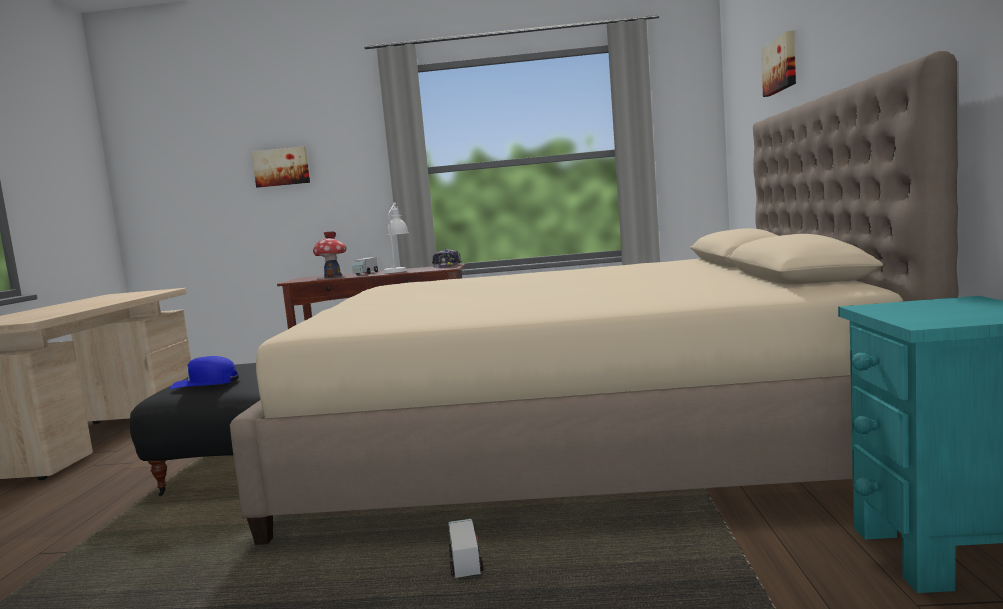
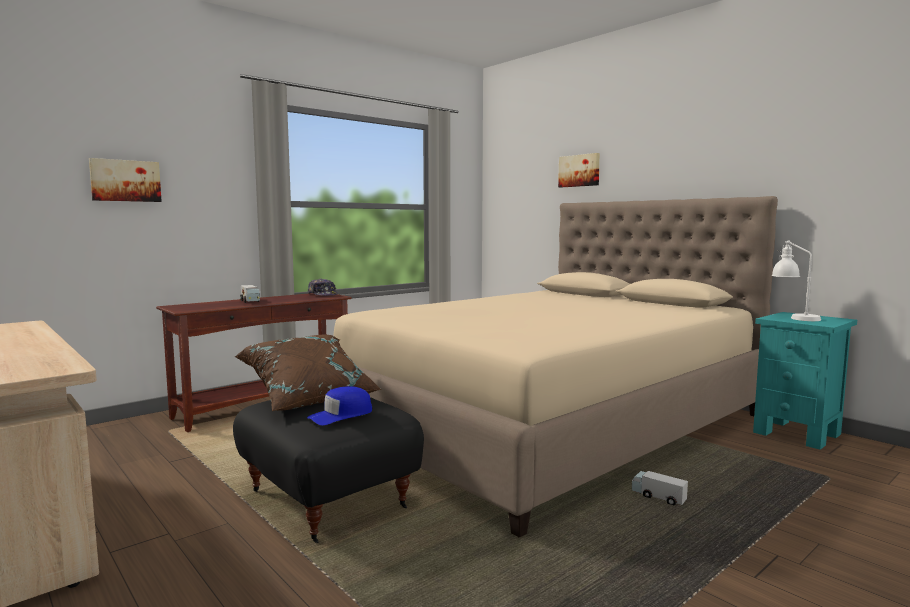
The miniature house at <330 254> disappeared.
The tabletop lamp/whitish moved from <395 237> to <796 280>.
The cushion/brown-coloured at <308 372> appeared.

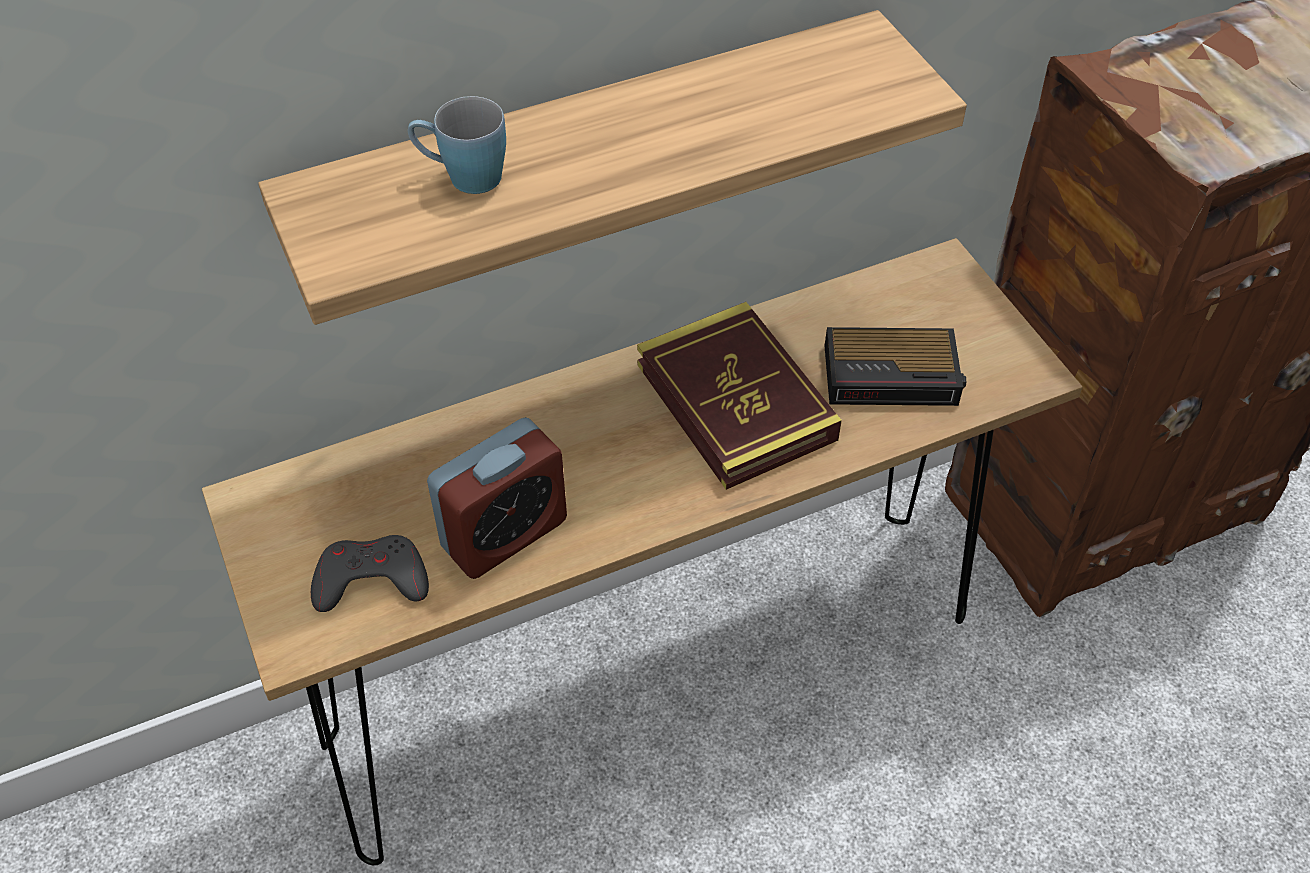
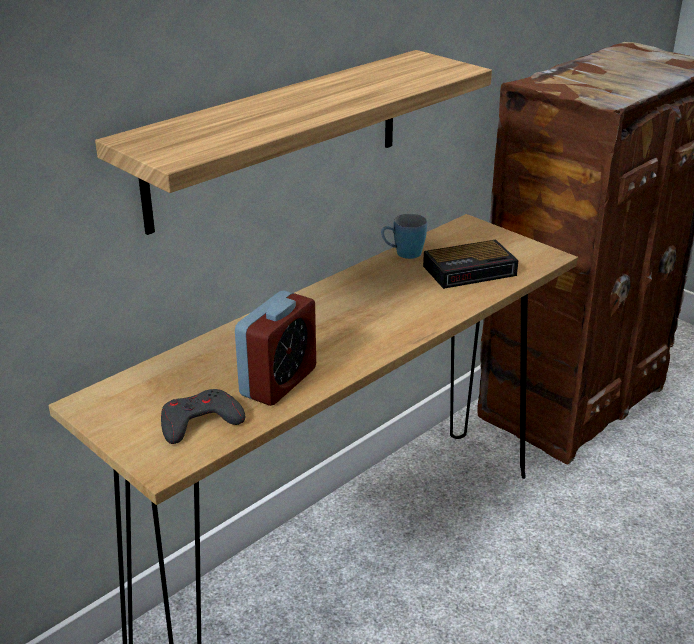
The coffee mug/blue moved from <457 145> to <404 236>.
The book at <739 396> disappeared.

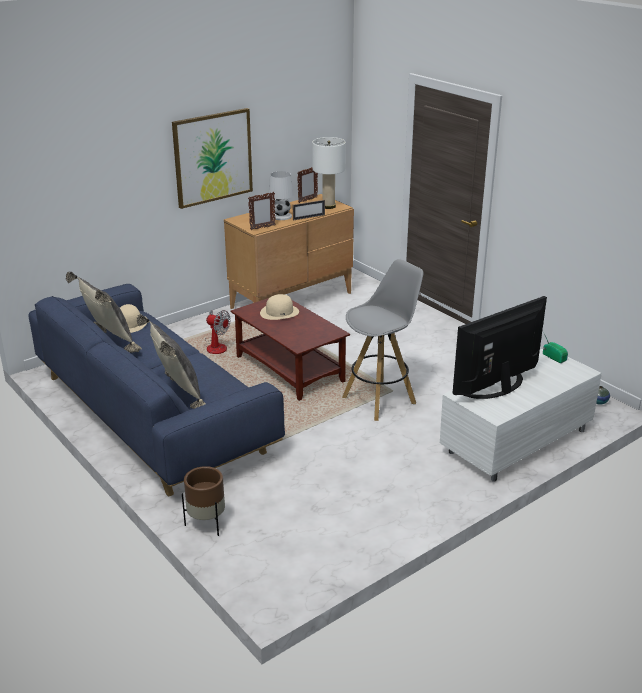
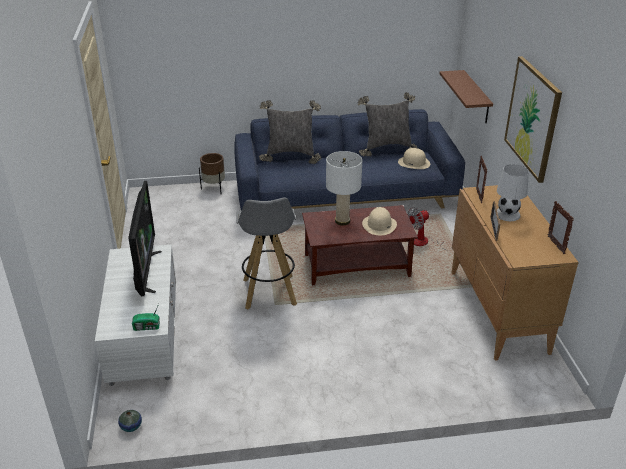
The tabletop lamp/whitish moved from <329 173> to <344 188>.
The bracket shelf/brown-coloured at <466 96> appeared.

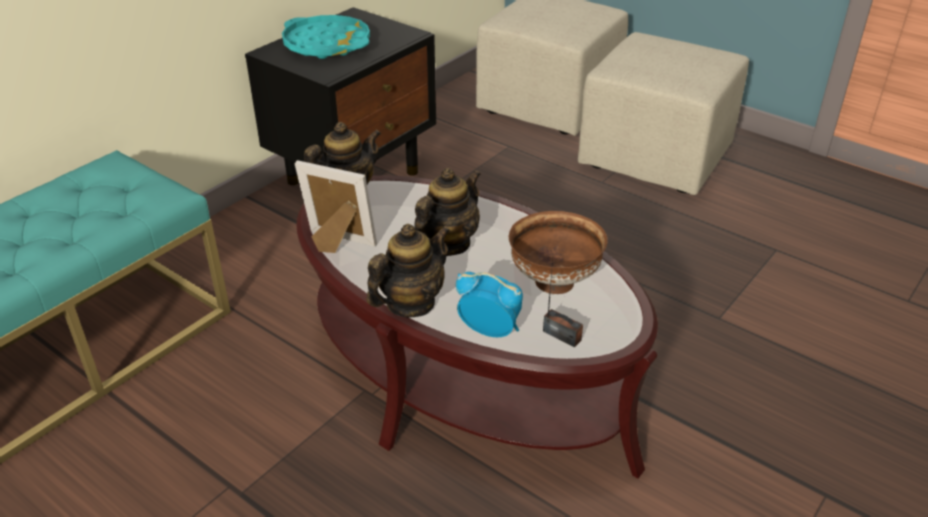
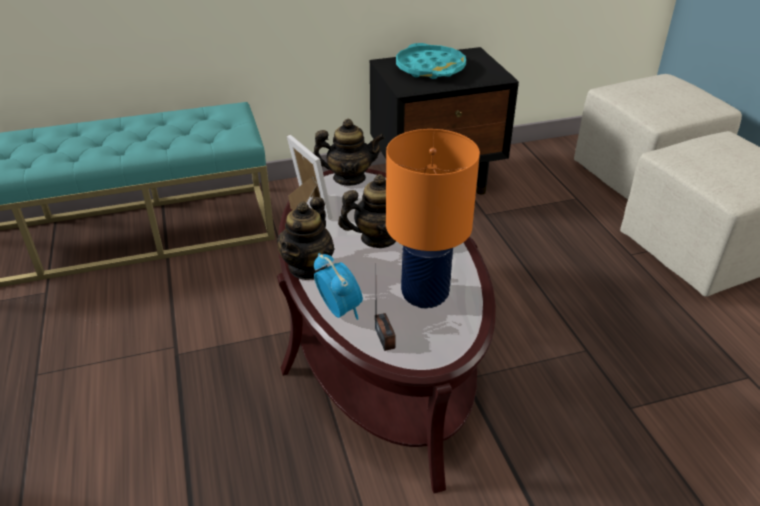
The tea pot at <408 271> turned 120 degrees clockwise.
The serving bowl/brown-coloured at <558 252> was replaced by the tabletop lamp/orange at <433 218>.

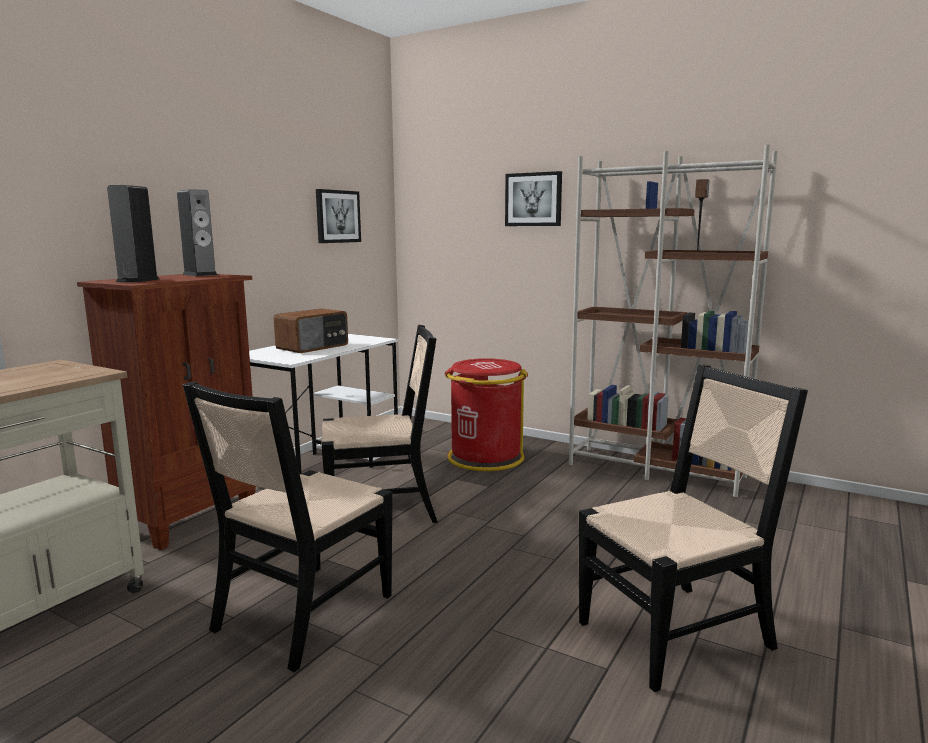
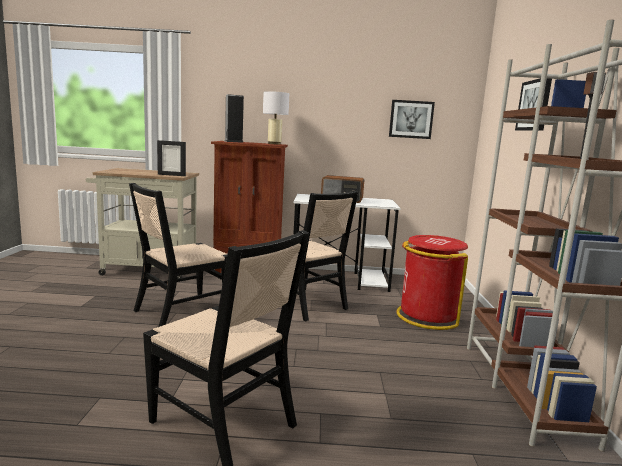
The audio speaker at <197 232> was replaced by the tabletop lamp/whitish at <276 118>.
The plain chair at <287 526> turned 45 degrees counterclockwise.
The photo frame at <171 158> appeared.

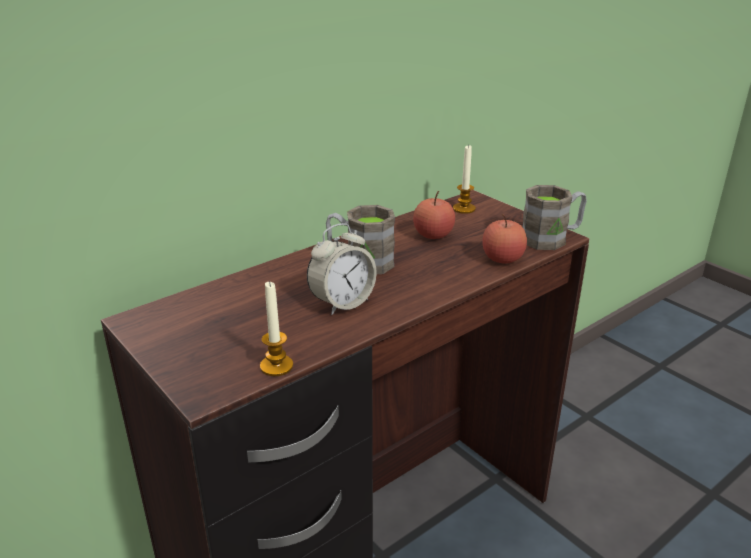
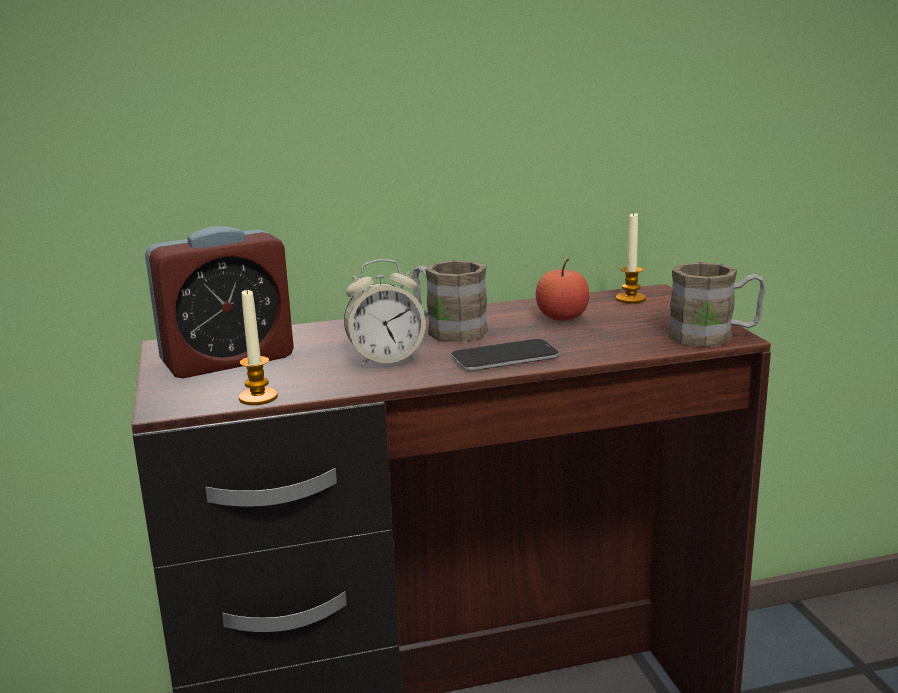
The whole apple at <504 239> disappeared.
The table clock at <219 302> appeared.
The phone at <505 355> appeared.

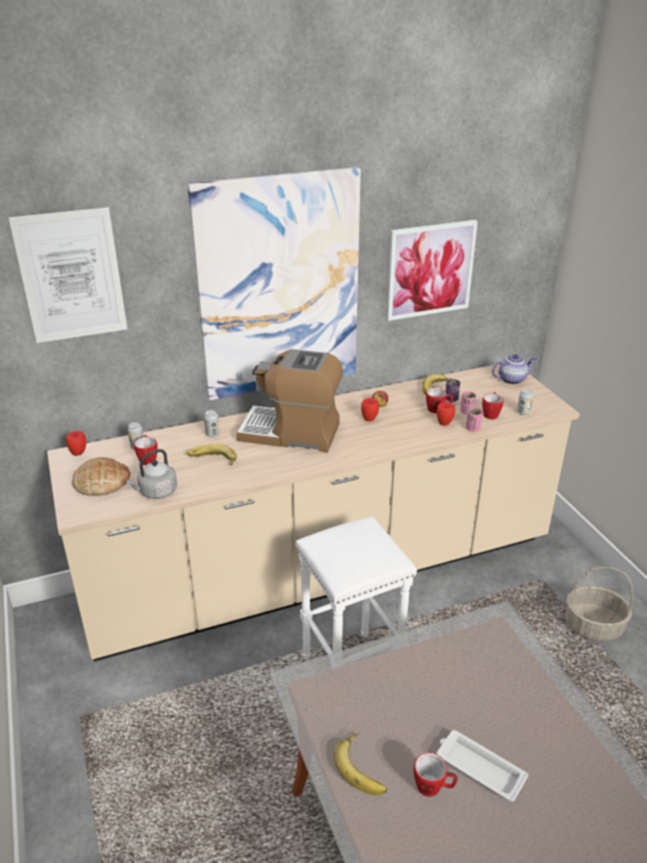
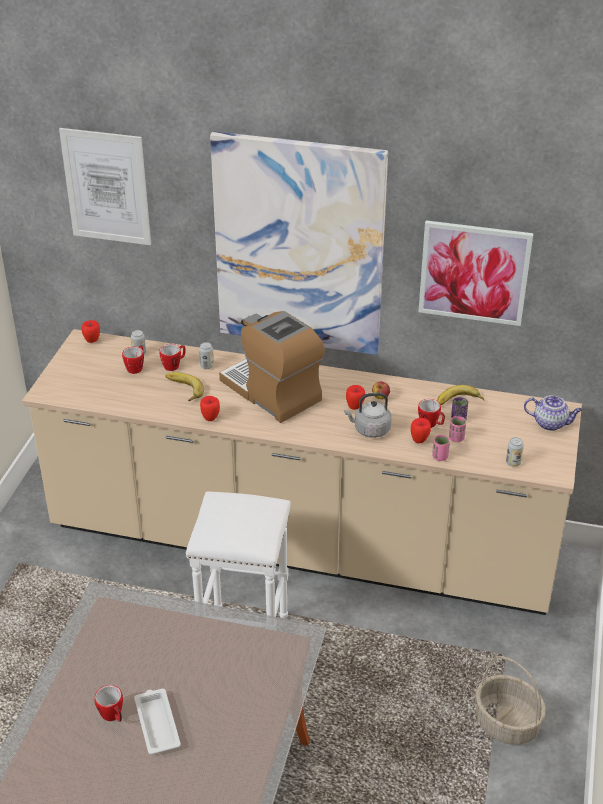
The baked bread at <101 476> disappeared.
The water kettle/gray moved from <151 474> to <368 415>.
The whole banana at <360 764> disappeared.
The coffee mug moved from <493 405> to <172 357>.
The whole apple at <210 408> appeared.

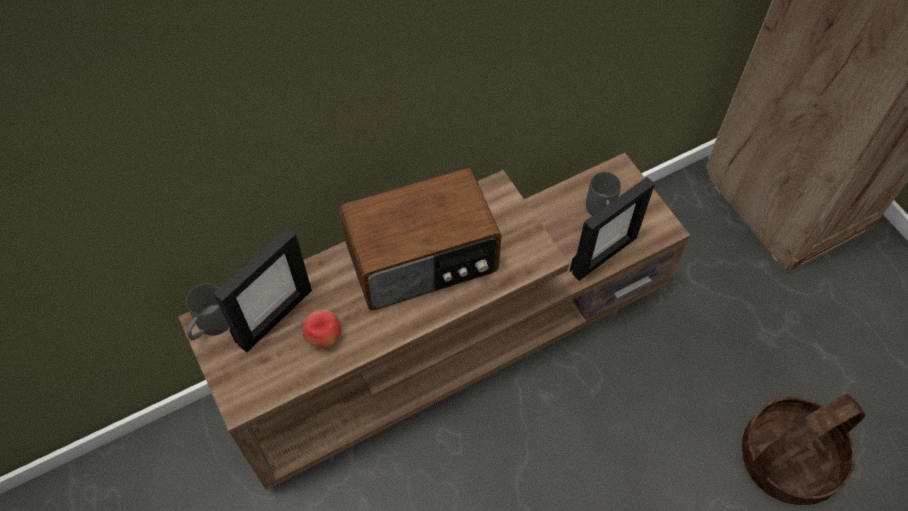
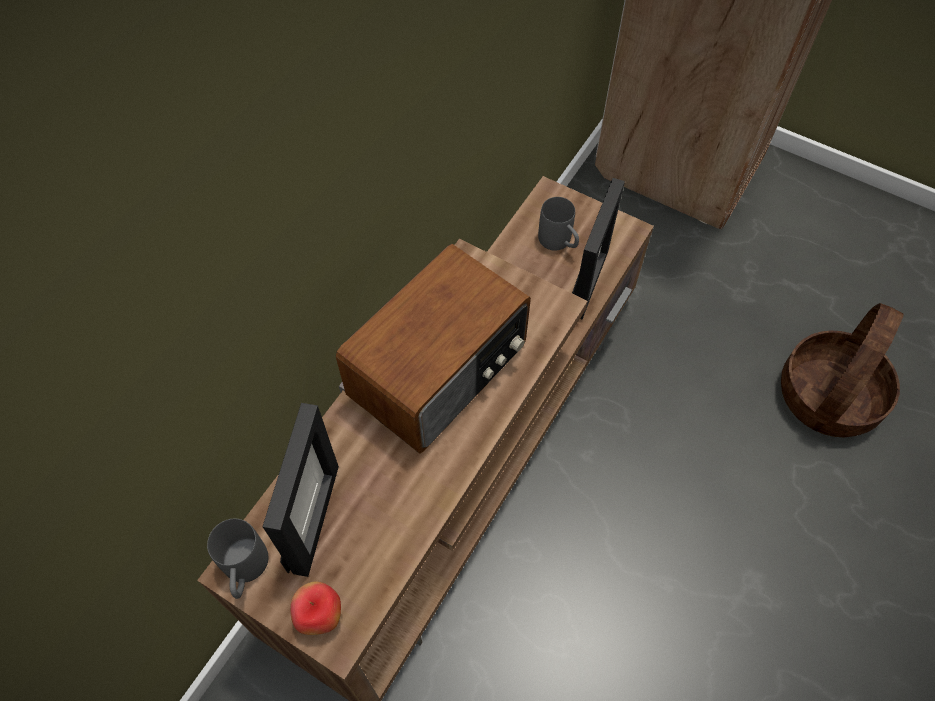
The whole apple moved from <321 329> to <315 608>.

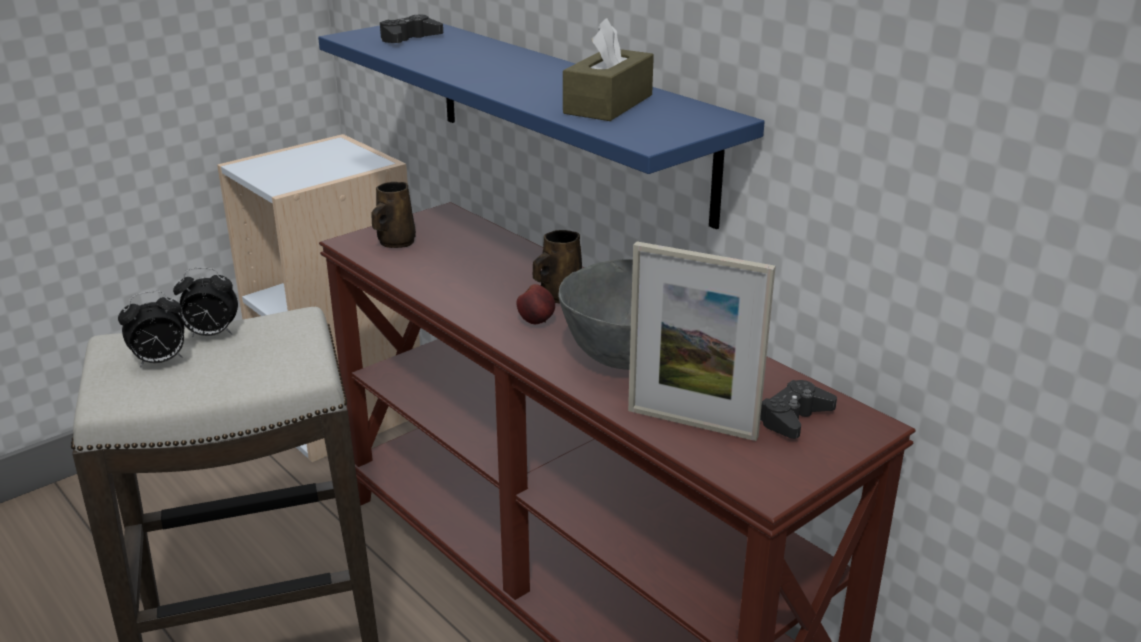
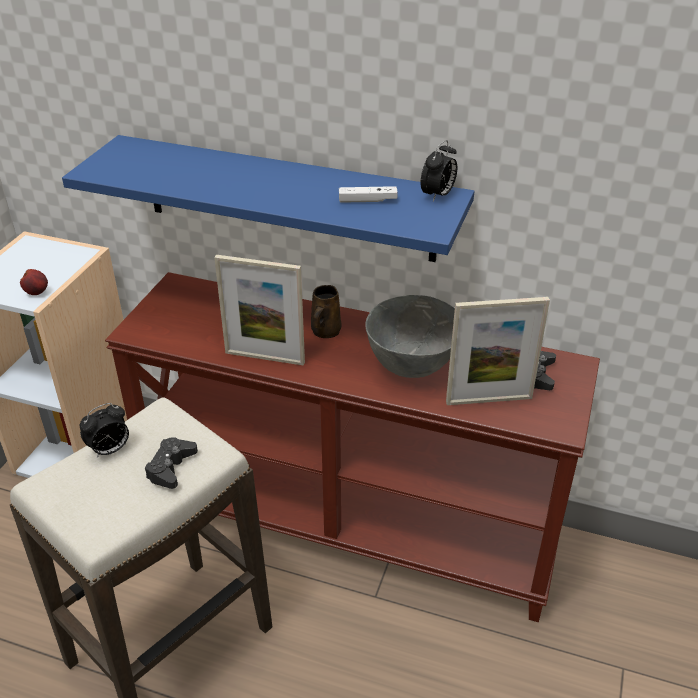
The table clock moved from <151 329> to <439 171>.
The coffee mug/brown-coloured at <393 215> disappeared.
The joypad/black-coloured moved from <411 29> to <171 463>.
The whole apple moved from <535 304> to <34 282>.
The tissue box/brown-coloured at <608 69> was replaced by the joypad/whitish at <368 194>.
The photo frame at <259 310> appeared.

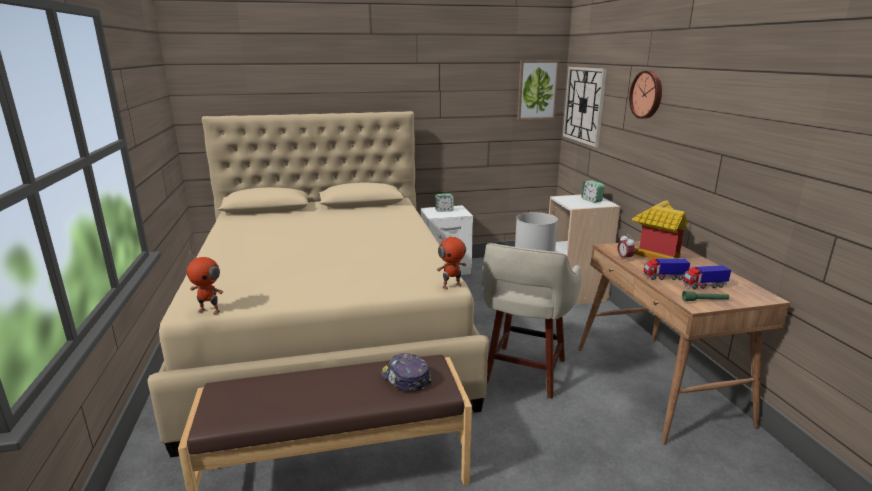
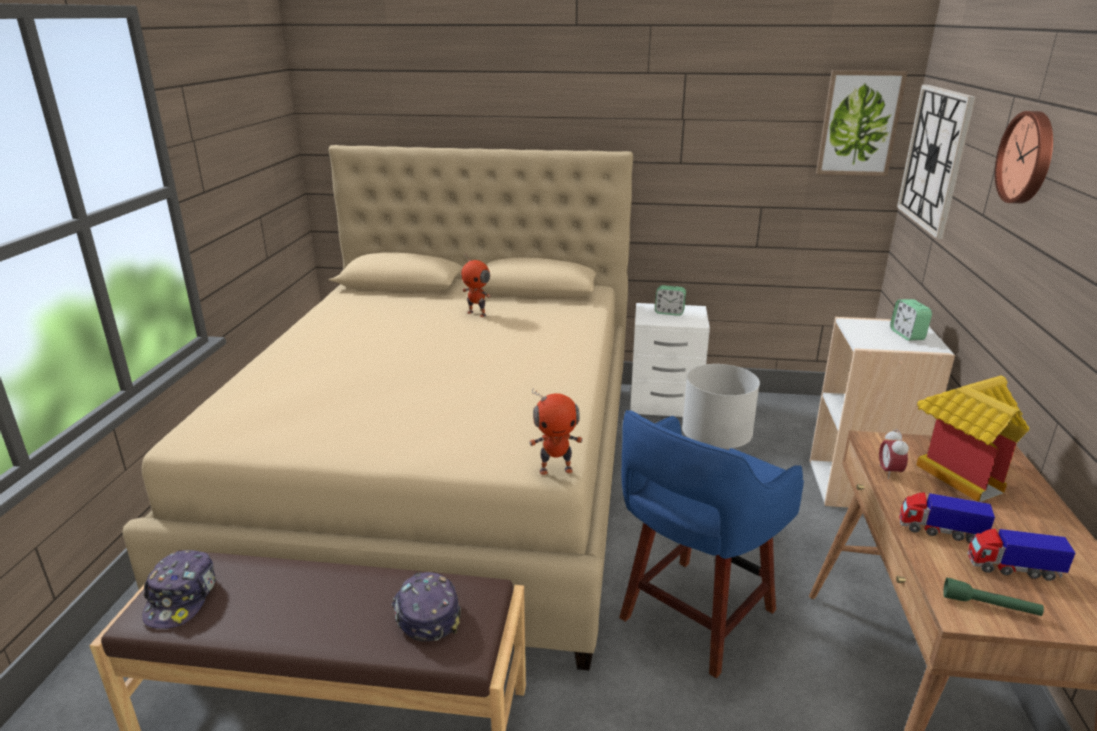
The robot figure moved from <204 282> to <476 285>.
The stool/sand-coloured at <531 320> became the stool/blue at <711 544>.
The peaked cap at <179 589> appeared.

